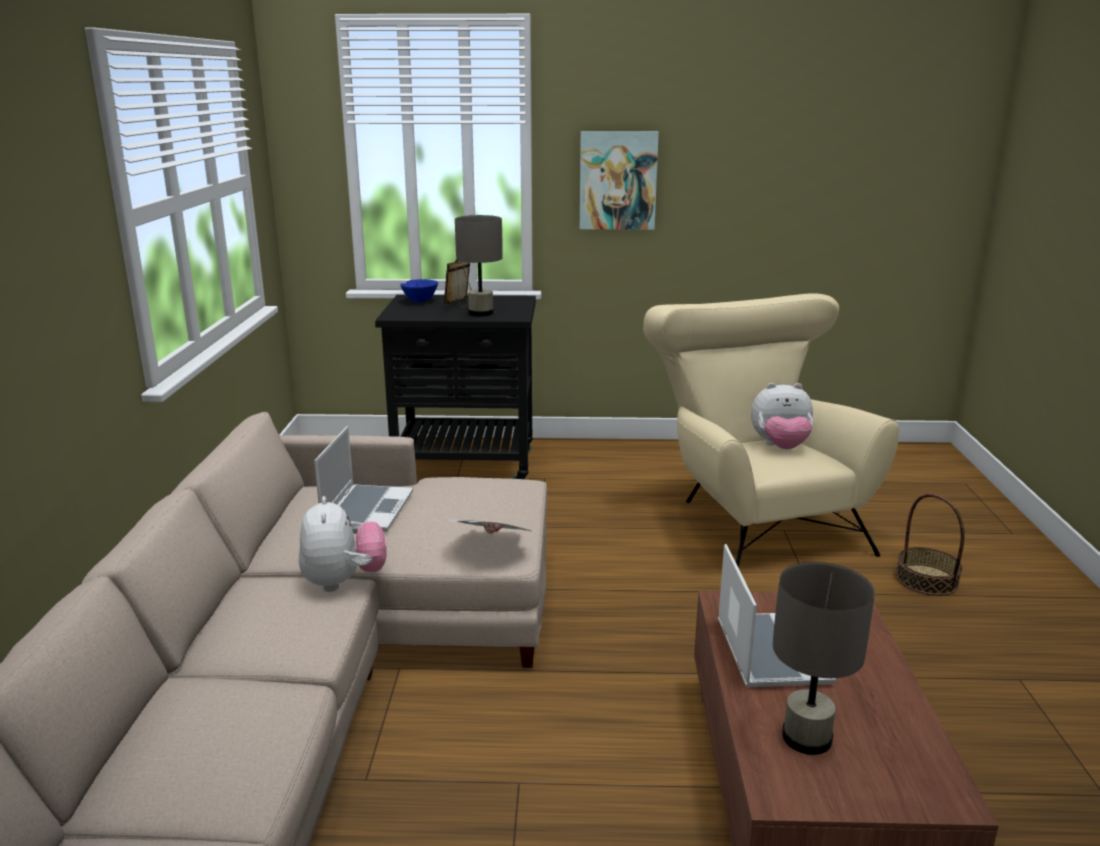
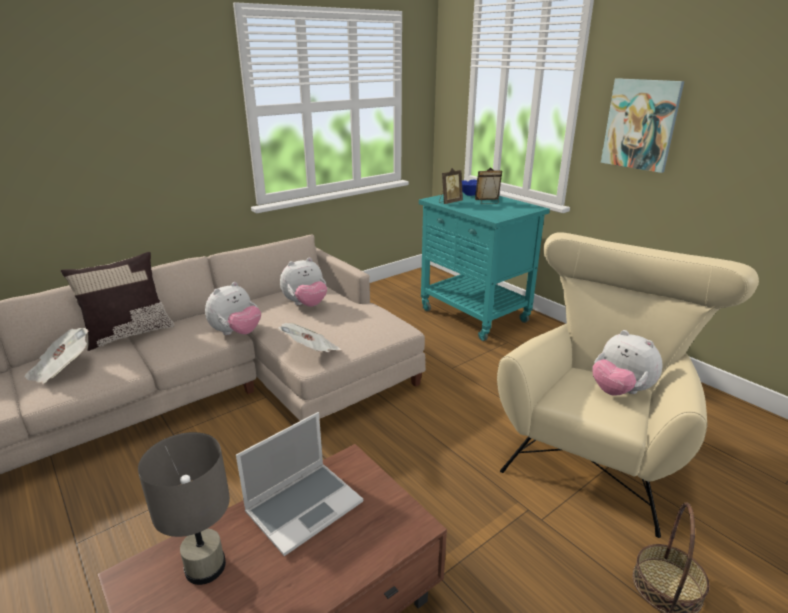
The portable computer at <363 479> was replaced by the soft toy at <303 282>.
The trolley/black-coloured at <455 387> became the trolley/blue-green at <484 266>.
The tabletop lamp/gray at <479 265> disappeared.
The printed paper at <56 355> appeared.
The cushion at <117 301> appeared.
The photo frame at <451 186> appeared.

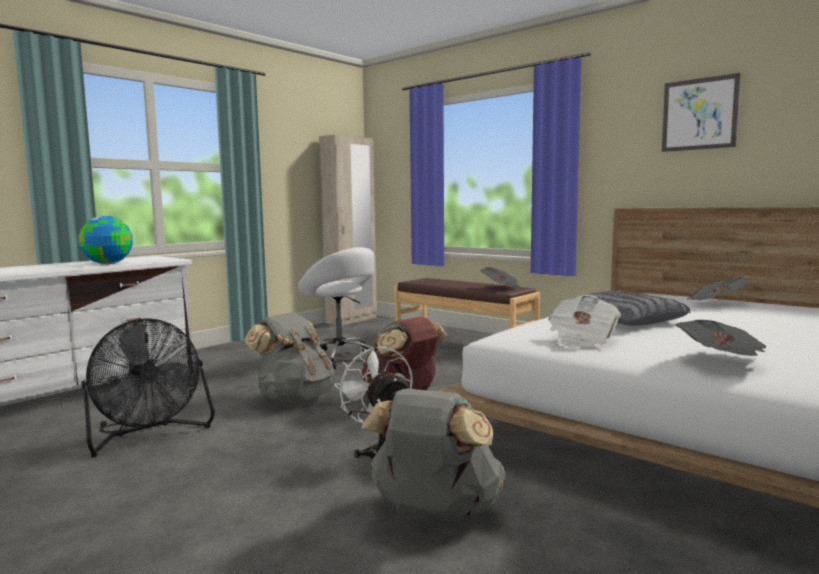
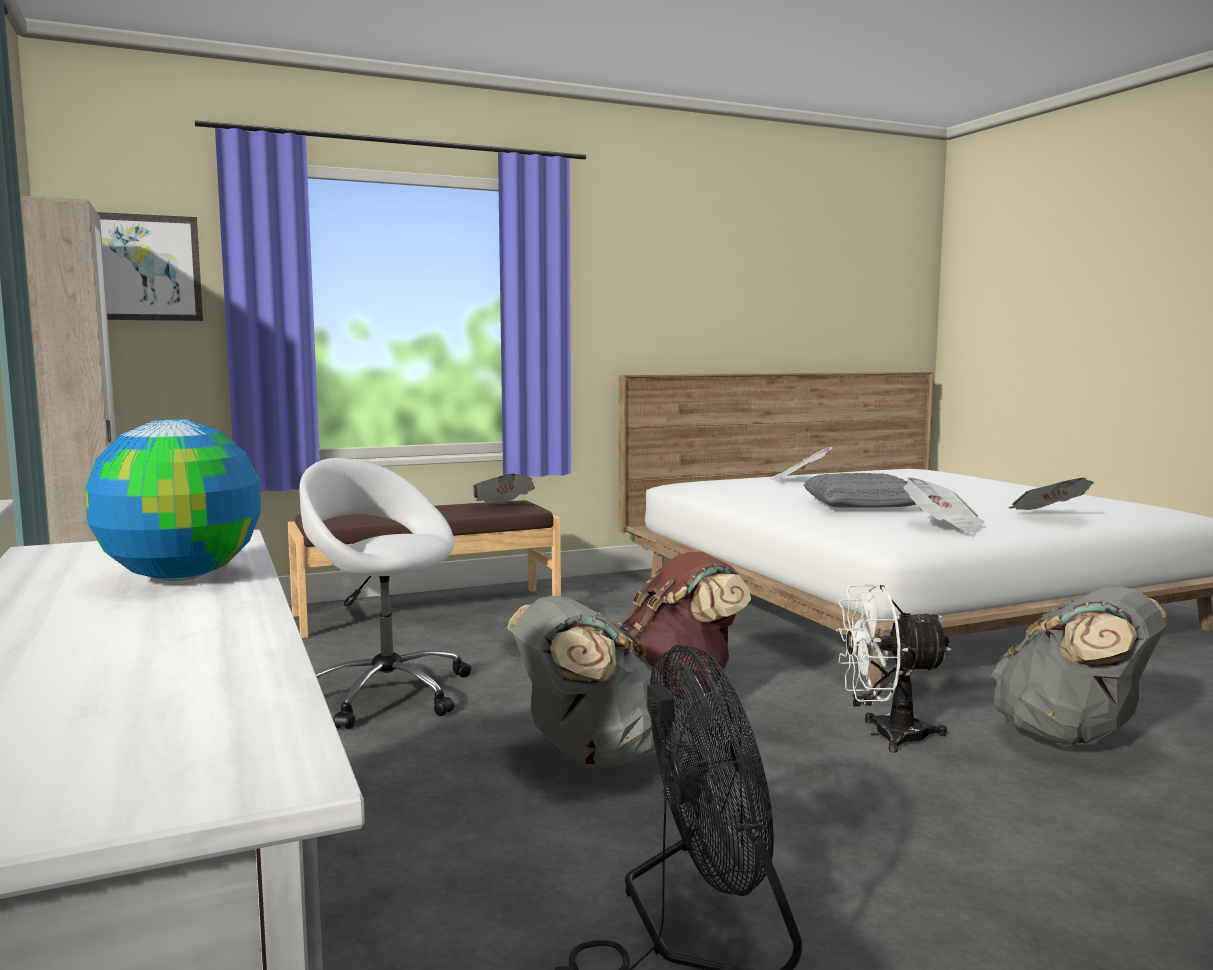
The office chair/whitish at <336 308> turned 135 degrees counterclockwise.
The wall picture moved from <701 112> to <150 266>.

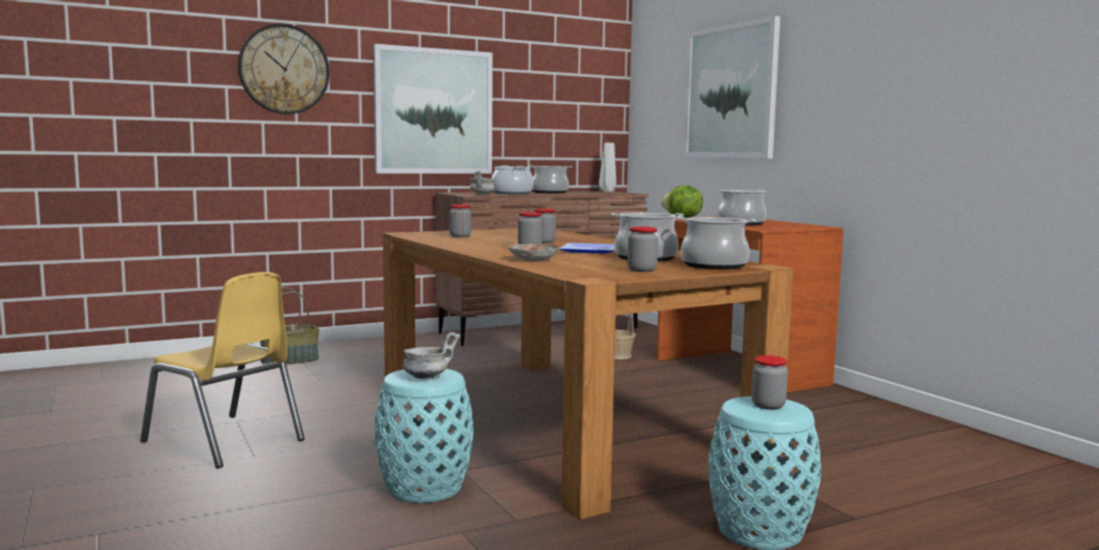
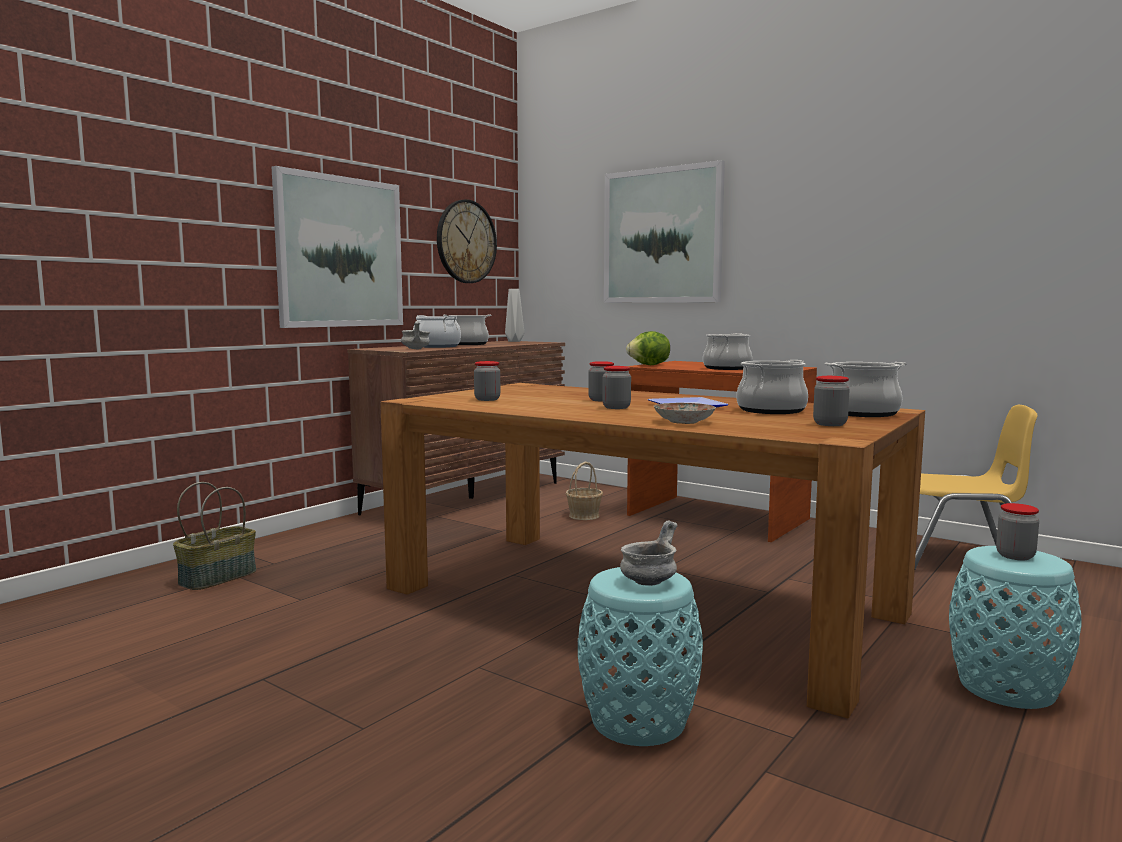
The plain chair/yellowish moved from <222 370> to <976 487>.
The wall clock moved from <284 69> to <467 241>.

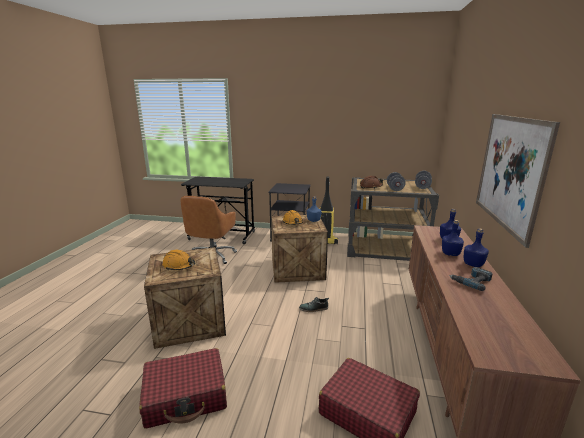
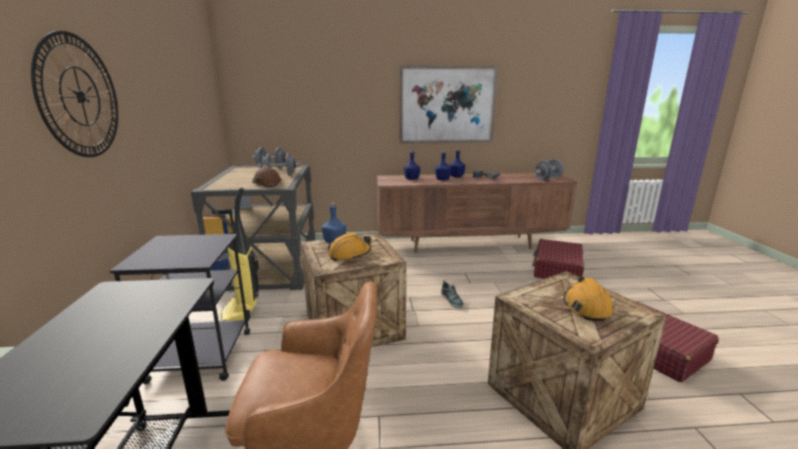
The wall clock at <74 94> appeared.
The hand weight/gray at <549 169> appeared.

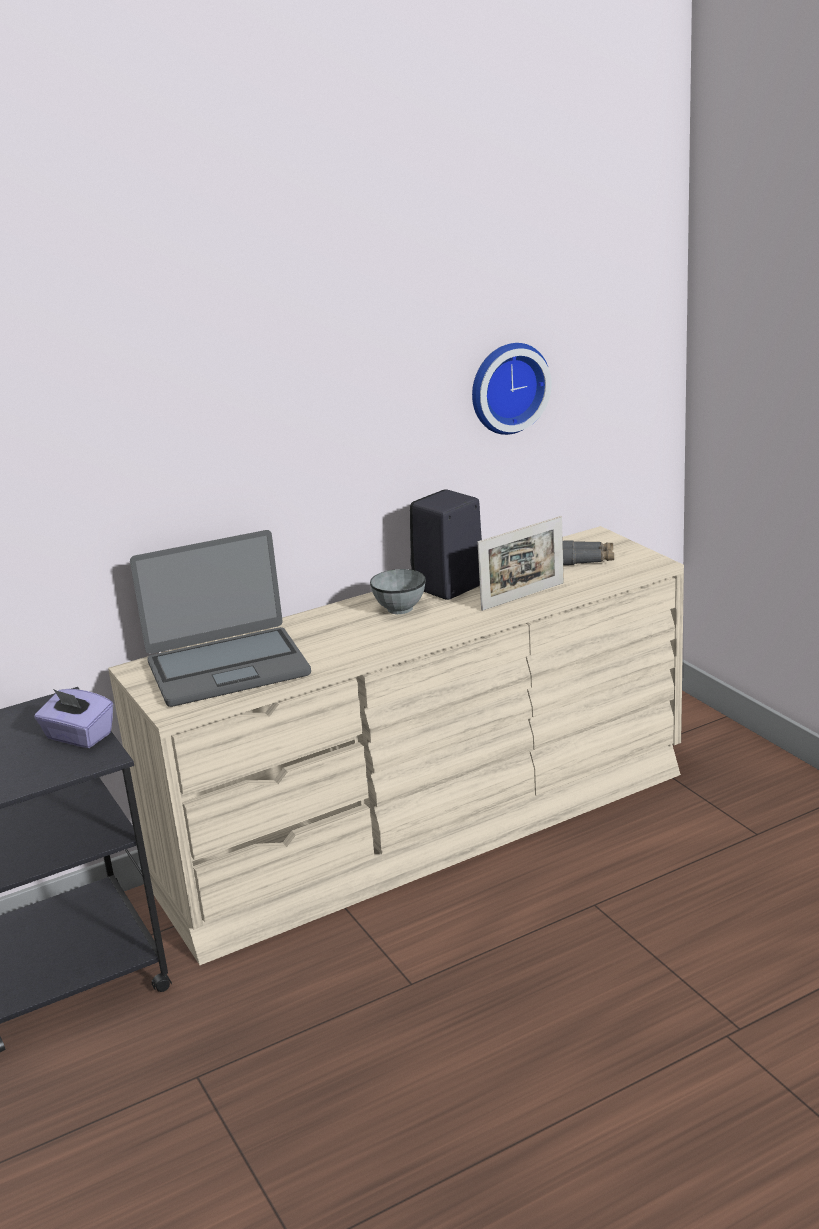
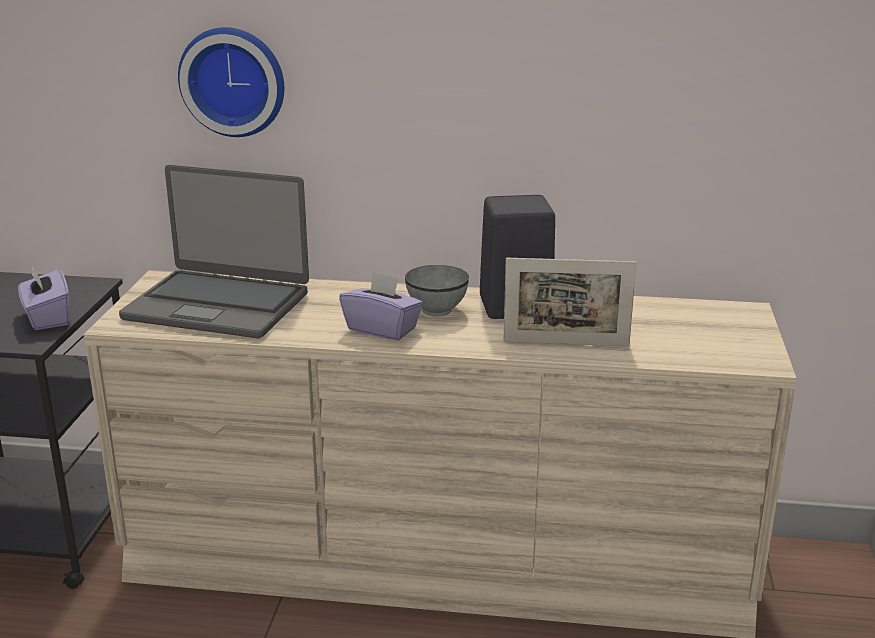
The wall clock moved from <512 389> to <231 82>.
The pair of binoculars/gray at <588 552> disappeared.
The tissue box/purple at <381 306> appeared.

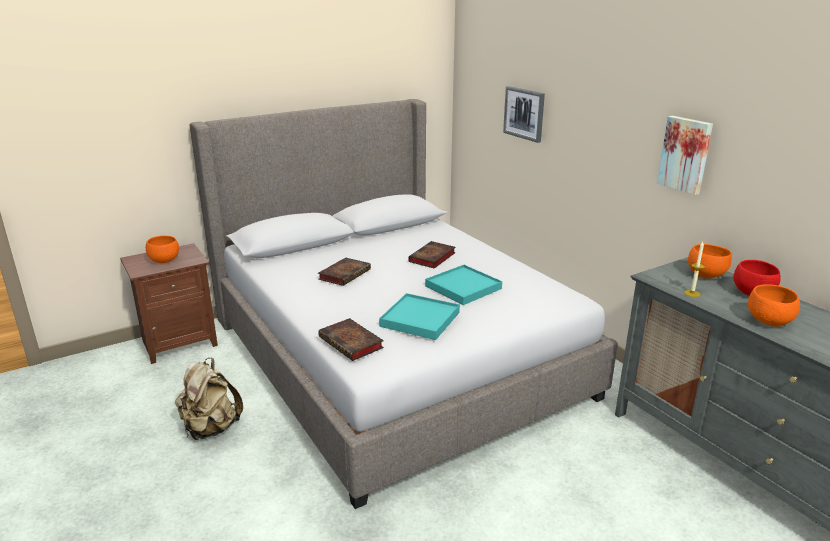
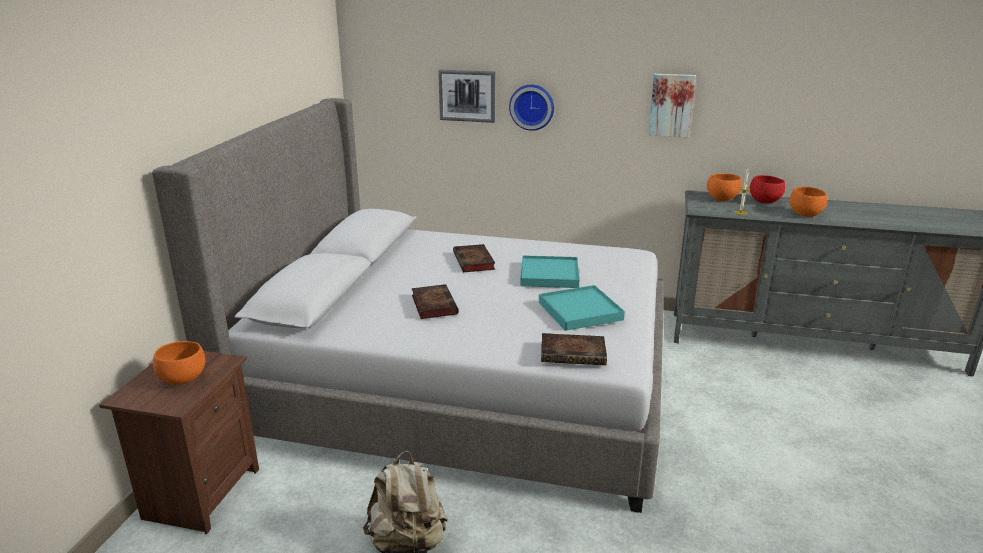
The wall clock at <531 107> appeared.

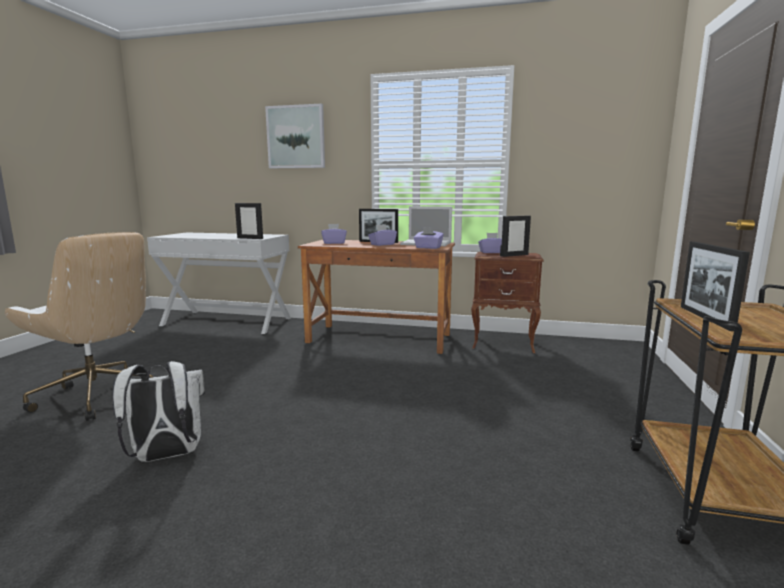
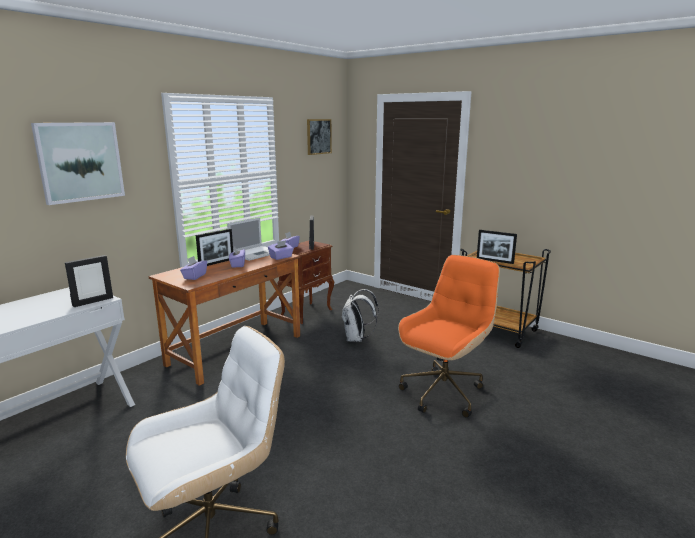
The backpack/whitish moved from <158 411> to <360 315>.
The wall picture at <319 137> appeared.
The office chair/orange at <449 336> appeared.

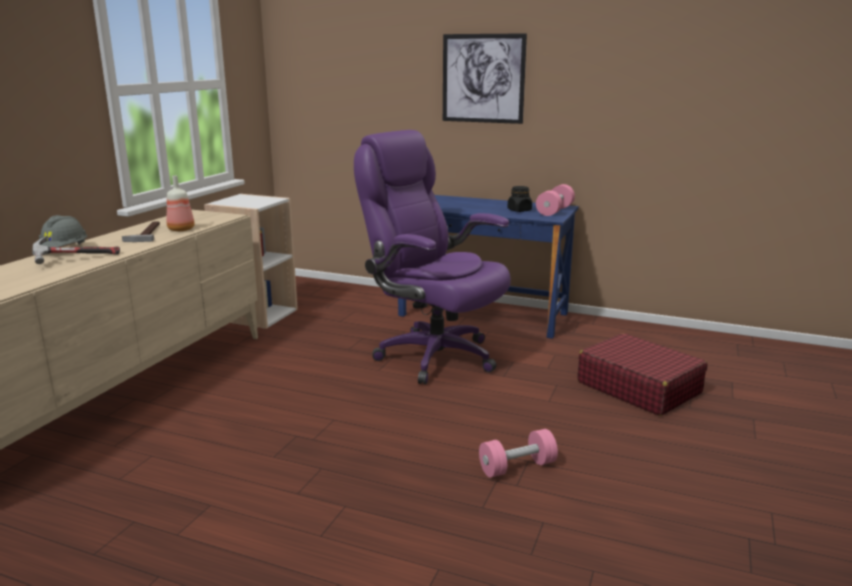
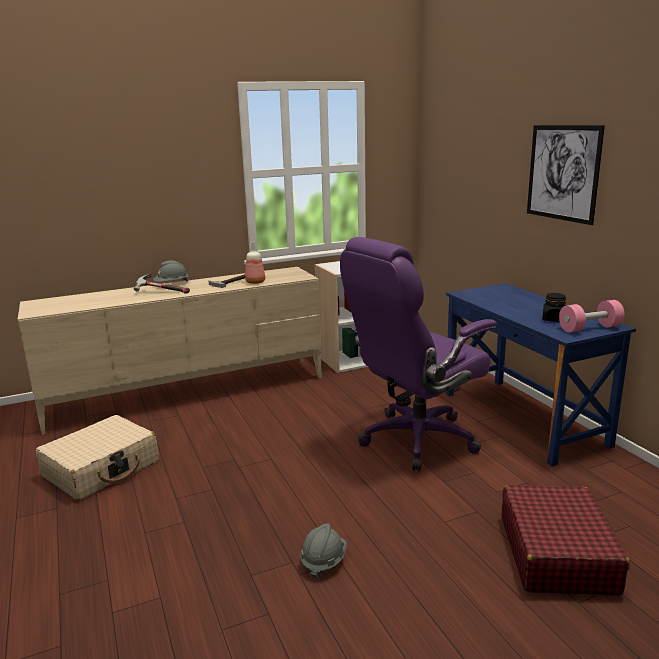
The office chair/purple at <432 257> turned 120 degrees counterclockwise.
The hand weight/pink-coloured at <518 453> was replaced by the work helmet/gray at <323 550>.
The piece of luggage/sand-coloured at <97 457> appeared.

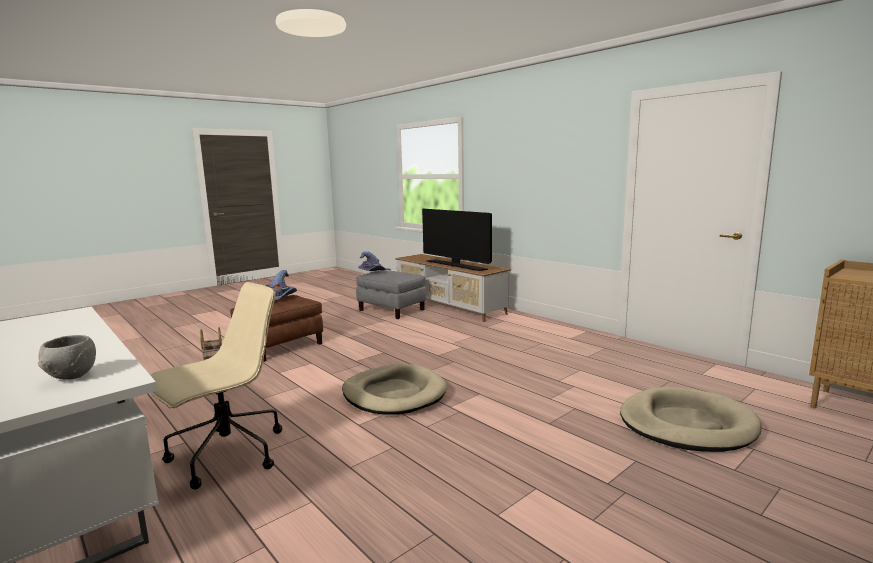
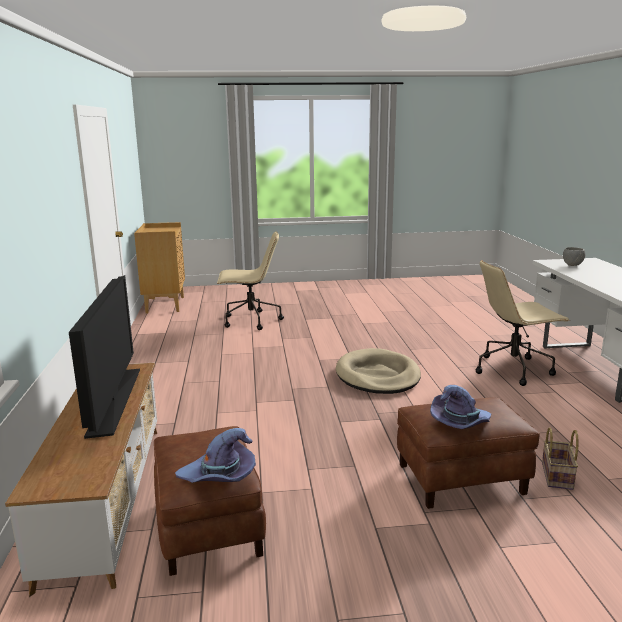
The ottoman/gray at <391 294> became the ottoman/brown-coloured at <210 501>.
The pet bed/sand-coloured at <691 419> was replaced by the office chair/sand-coloured at <250 280>.

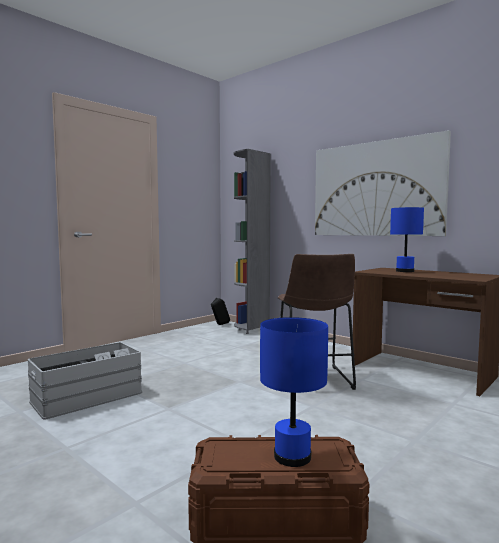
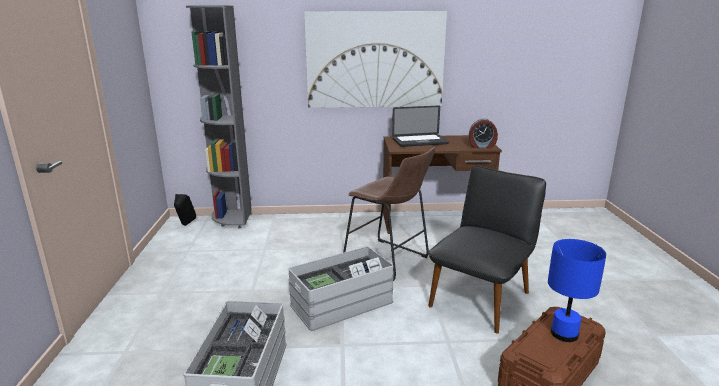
The tabletop lamp/blue at <407 239> was replaced by the portable computer at <420 126>.
The storage bin/gray at <341 288> appeared.
The plain chair/black-coloured at <487 250> appeared.
The table clock at <483 134> appeared.

